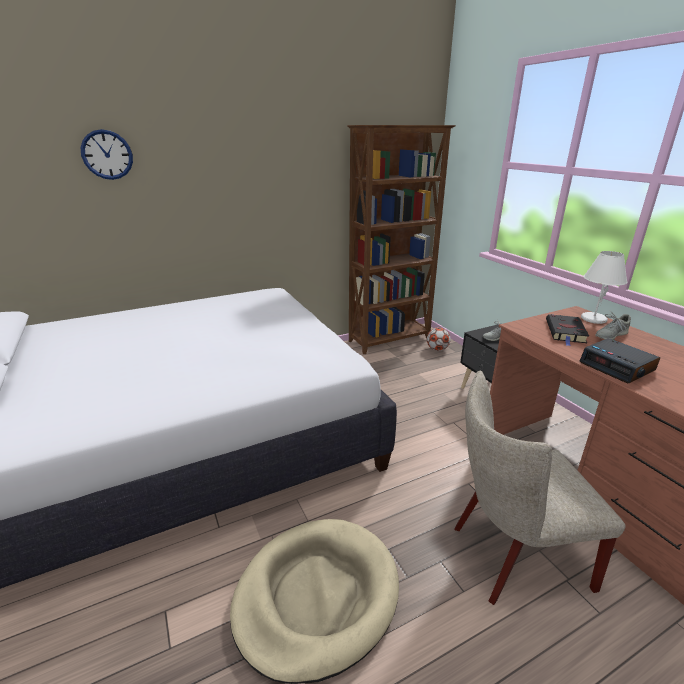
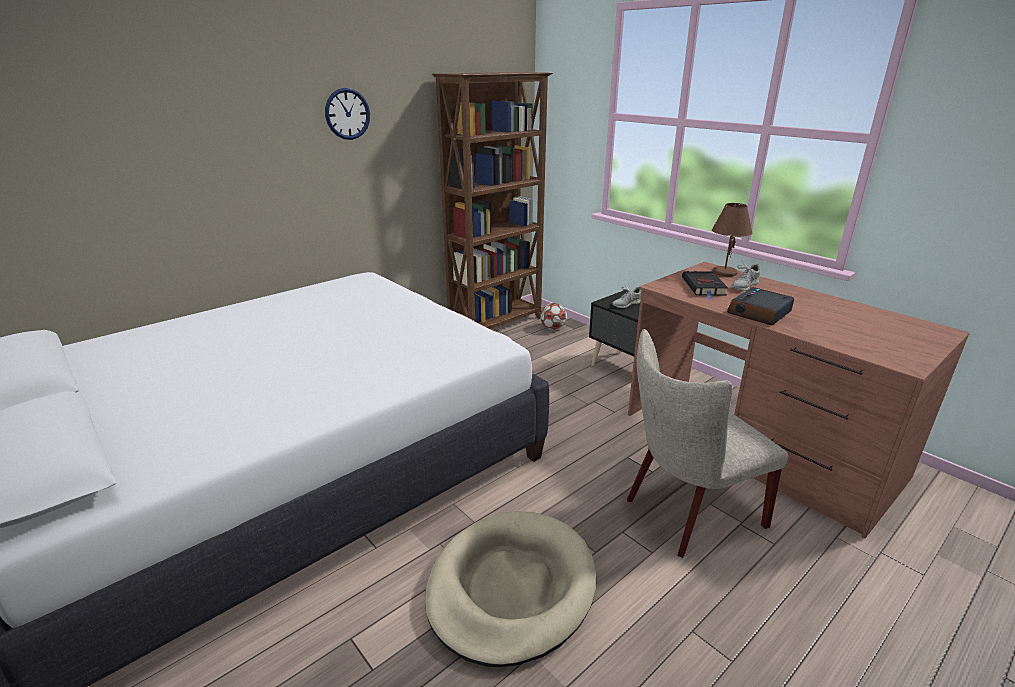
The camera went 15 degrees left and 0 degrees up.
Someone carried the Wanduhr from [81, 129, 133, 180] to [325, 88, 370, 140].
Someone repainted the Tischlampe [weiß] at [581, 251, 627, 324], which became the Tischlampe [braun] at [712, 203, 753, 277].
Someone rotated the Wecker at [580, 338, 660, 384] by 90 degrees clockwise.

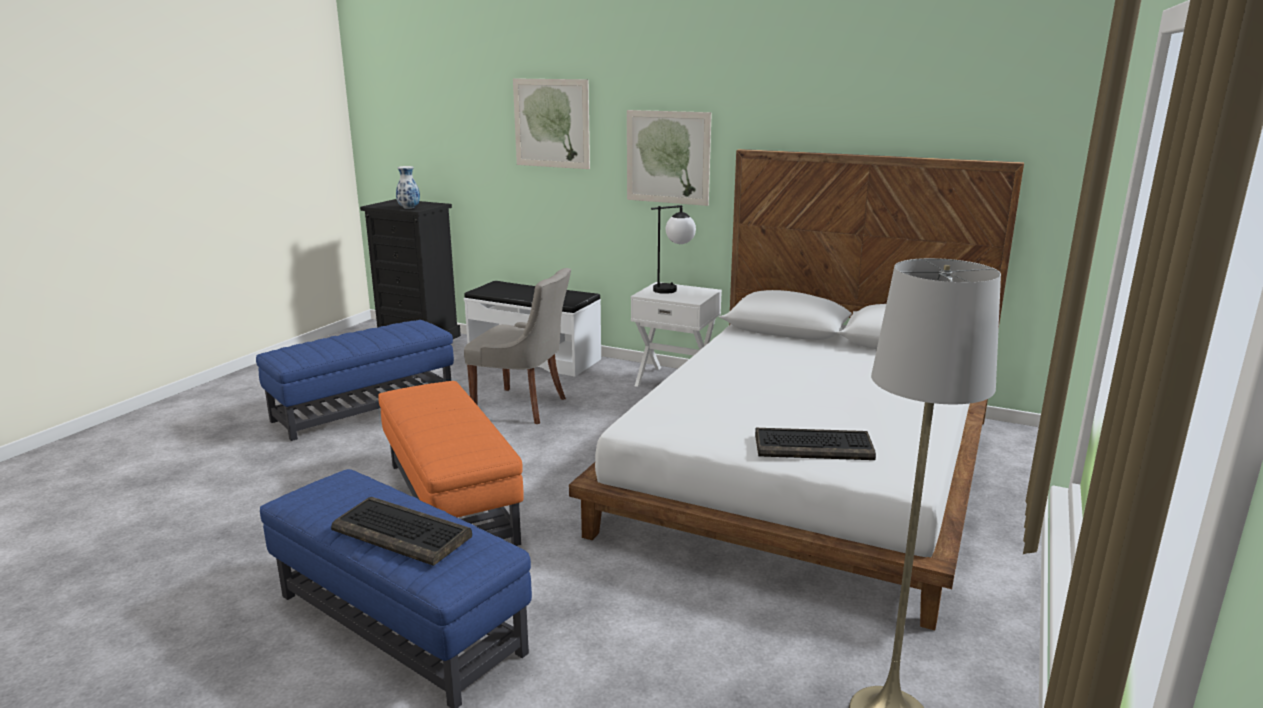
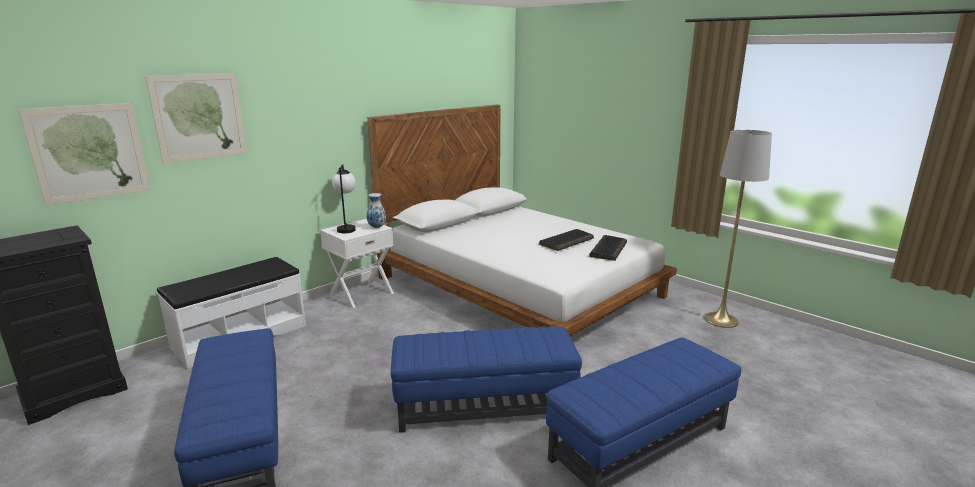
The camera went 70 degrees left and 0 degrees up.
Someone took away the Stuhl [grau] at [464, 268, 571, 424].
Someone carried the Tastatur from [331, 497, 472, 566] to [539, 229, 594, 251].
Someone carried the Vase from [396, 166, 420, 209] to [367, 193, 386, 228].
Someone carried the Bild from [627, 110, 712, 206] to [19, 103, 150, 206].
Someone repainted the Polsterhocker [orange] at [378, 381, 524, 546], which became the Polsterhocker [blau] at [391, 326, 582, 433].

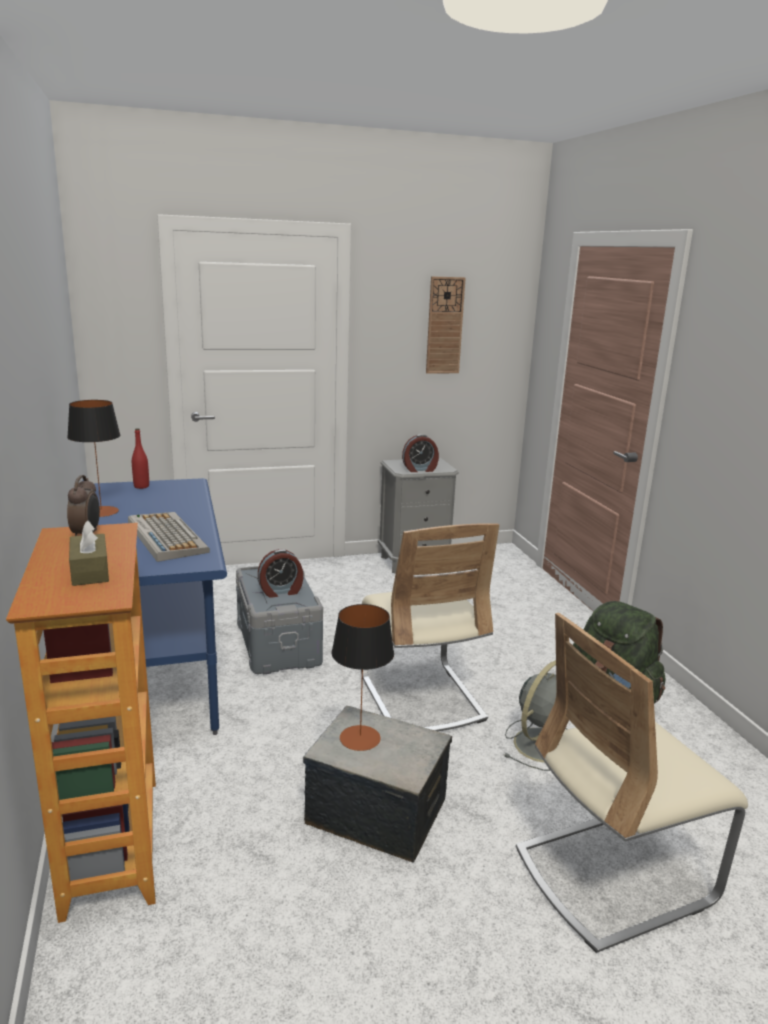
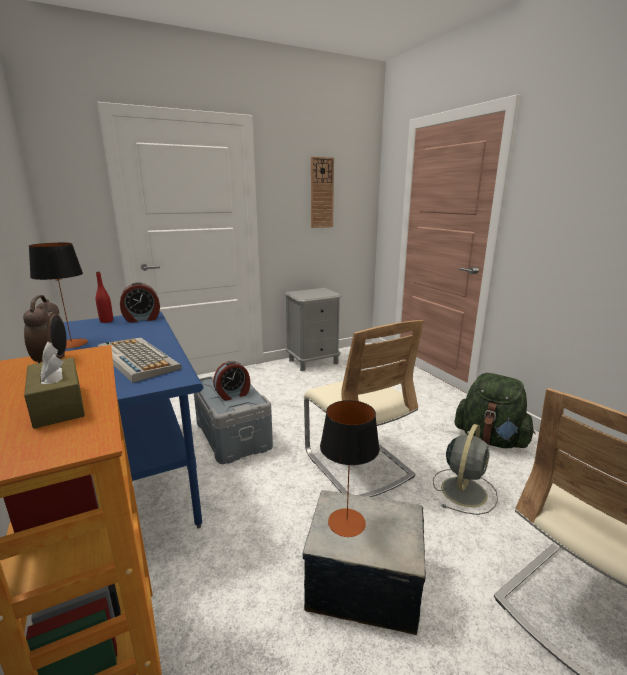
The camera went 10 degrees left and 0 degrees up.
Someone carried the Wecker from [402, 434, 439, 472] to [120, 282, 160, 323].

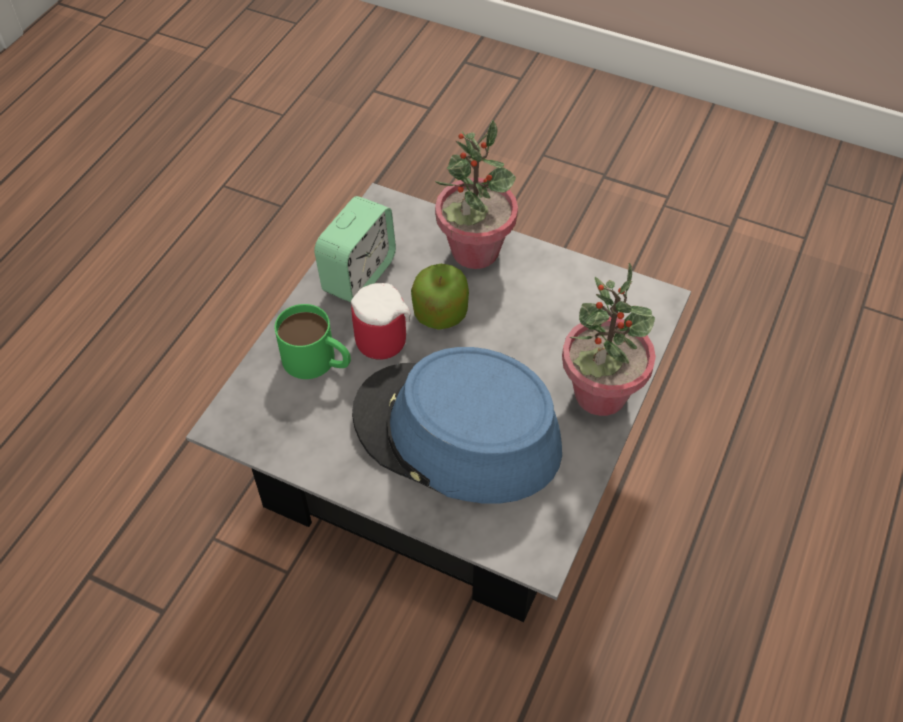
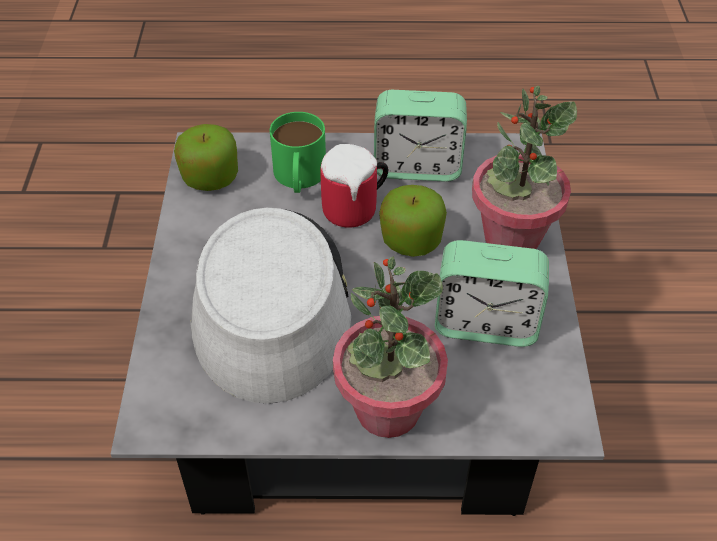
The camera went 65 degrees right and 5 degrees down.
Someone put down the Apfel at [174, 124, 238, 191].
Someone put down the Wecker at [435, 240, 549, 347].
Someone repainted the Hut [blau] at [352, 347, 562, 504], which became the Hut [grau] at [190, 208, 352, 404].

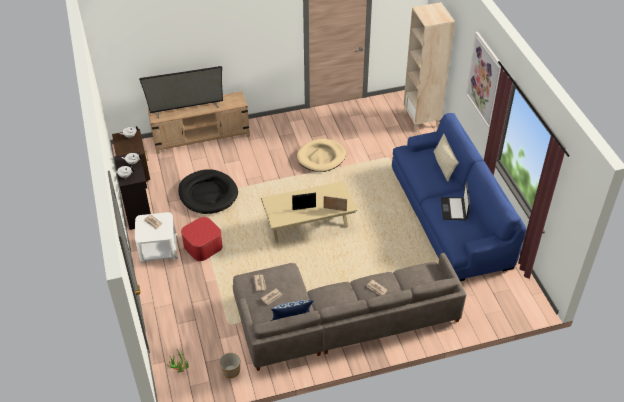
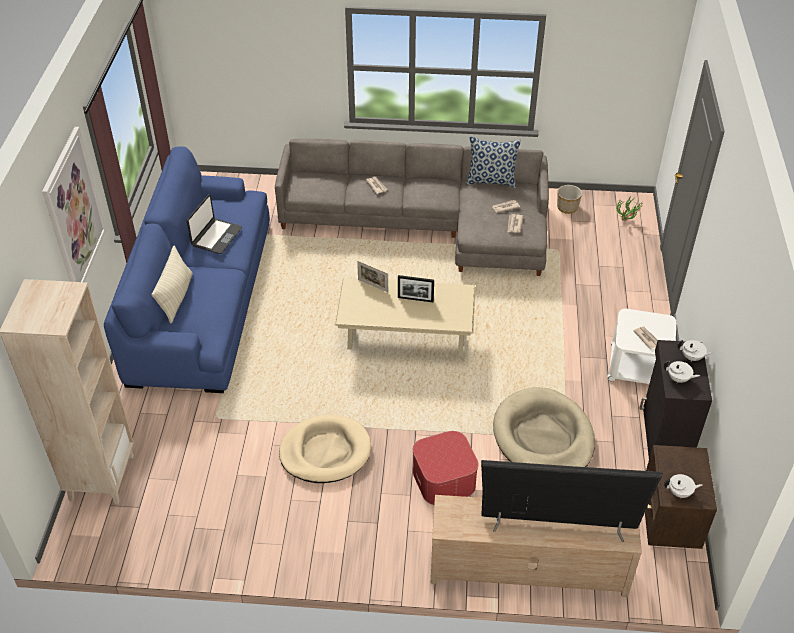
The camera went 160 degrees left and 0 degrees up.
Someone carried the Polsterhocker from [181, 217, 223, 261] to [413, 431, 478, 505].
Someone repainted the Hundebett [schwarz] at [178, 169, 238, 214], which became the Hundebett [beige] at [493, 387, 595, 467].

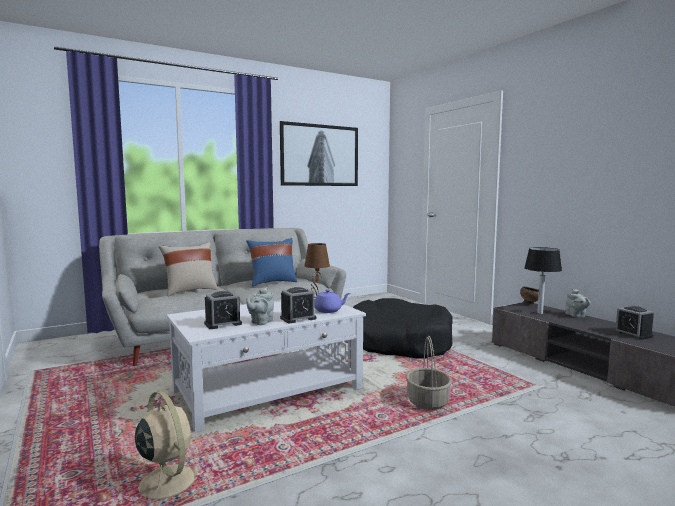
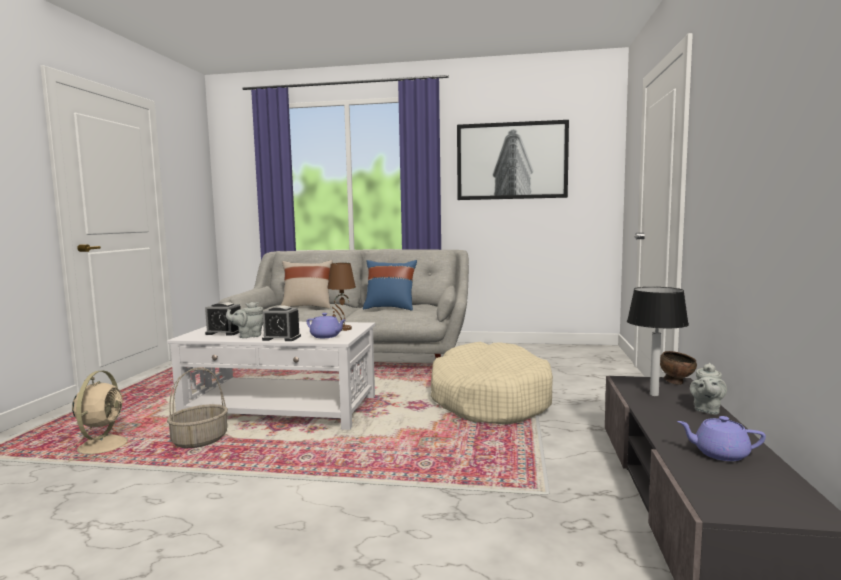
The camera went 40 degrees right and 0 degrees up.
Someone carried the Korb from [406, 336, 452, 410] to [167, 368, 228, 448].
Someone swapped the Wecker at [614, 306, 654, 340] for the Teekanne [lila] at [677, 416, 766, 461].
Someone repainted the Hundebett [schwarz] at [353, 298, 453, 359], which became the Hundebett [beige] at [431, 342, 553, 425].

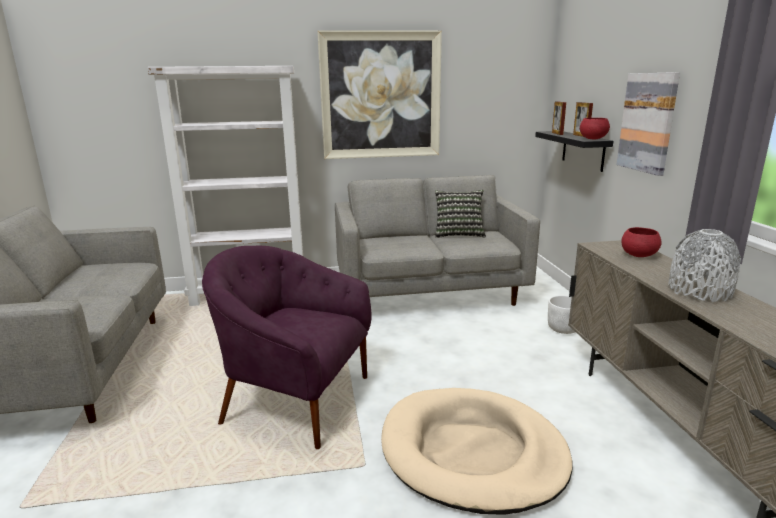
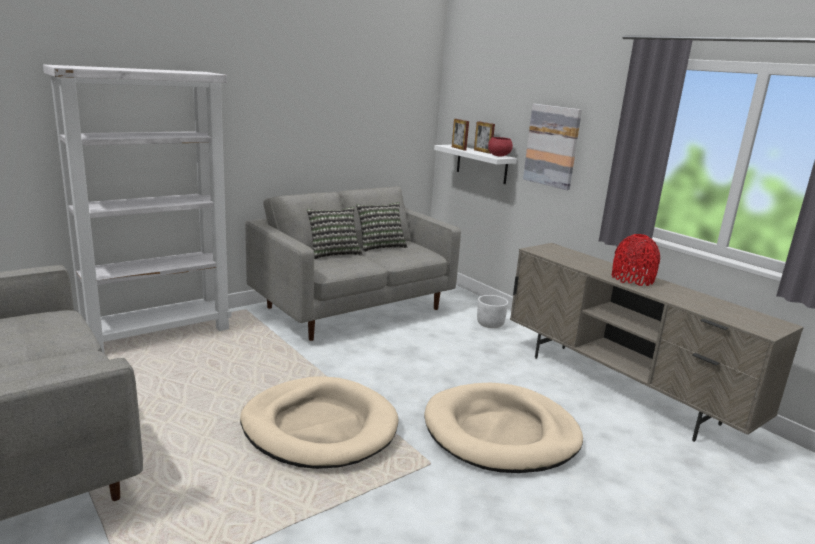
The camera went 30 degrees left and 0 degrees up.
Someone took away the Bild at [317, 30, 442, 159].
Someone took away the Schüssel [rot] at [621, 227, 662, 257].
Someone put down the Kissen at [307, 207, 362, 259].
Someone swapped the Sessel [lila] at [202, 246, 372, 449] for the Hundebett [beige] at [240, 376, 398, 469].
Someone repainted the Wandregal [schwarz] at [535, 131, 613, 172], which became the Wandregal [weiß] at [434, 145, 517, 184].
Someone repainted the Vase [grau] at [668, 229, 741, 302], which became the Vase [rot] at [612, 234, 660, 286].

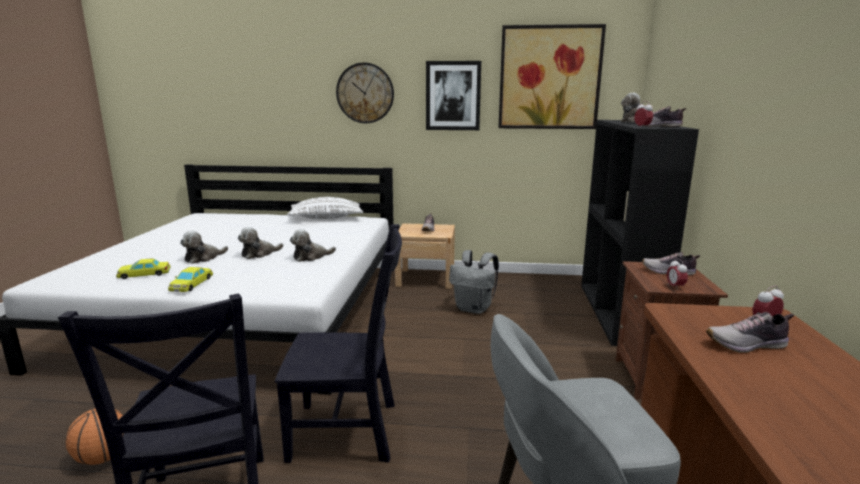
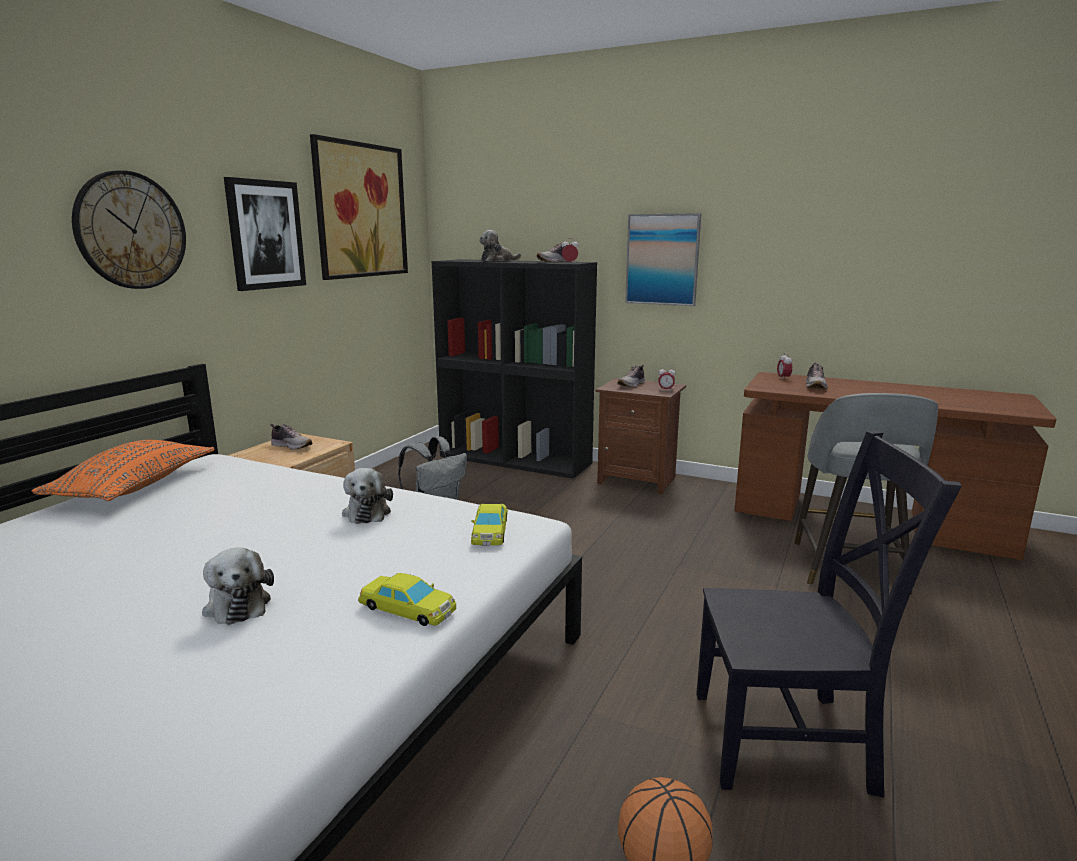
The camera went 70 degrees left and 0 degrees up.
Someone took away the Plüschtier at [238, 227, 283, 259].
Someone took away the Stuhl [schwarz] at [275, 224, 402, 463].
Someone put up the Bild at [625, 213, 701, 306].
Someone carried the Spielzeugauto [gelb] from [116, 259, 171, 279] to [471, 504, 508, 545].
Someone repainted the Kissen [weiß] at [287, 197, 363, 219], which became the Kissen [orange] at [32, 440, 214, 501].

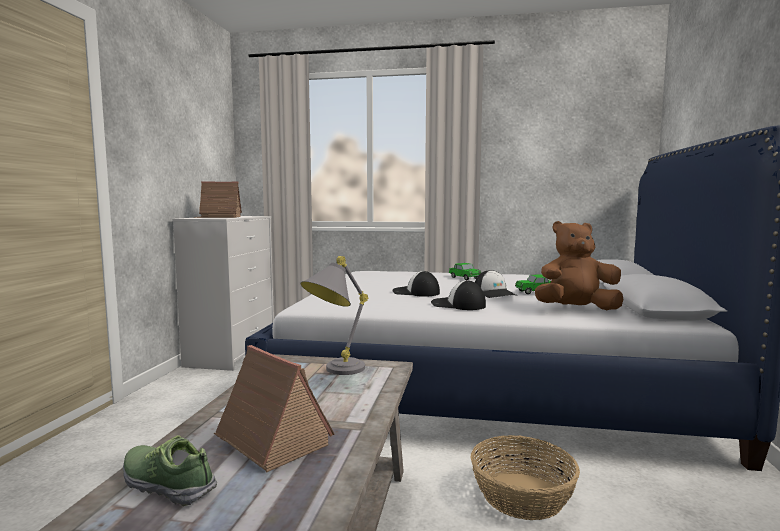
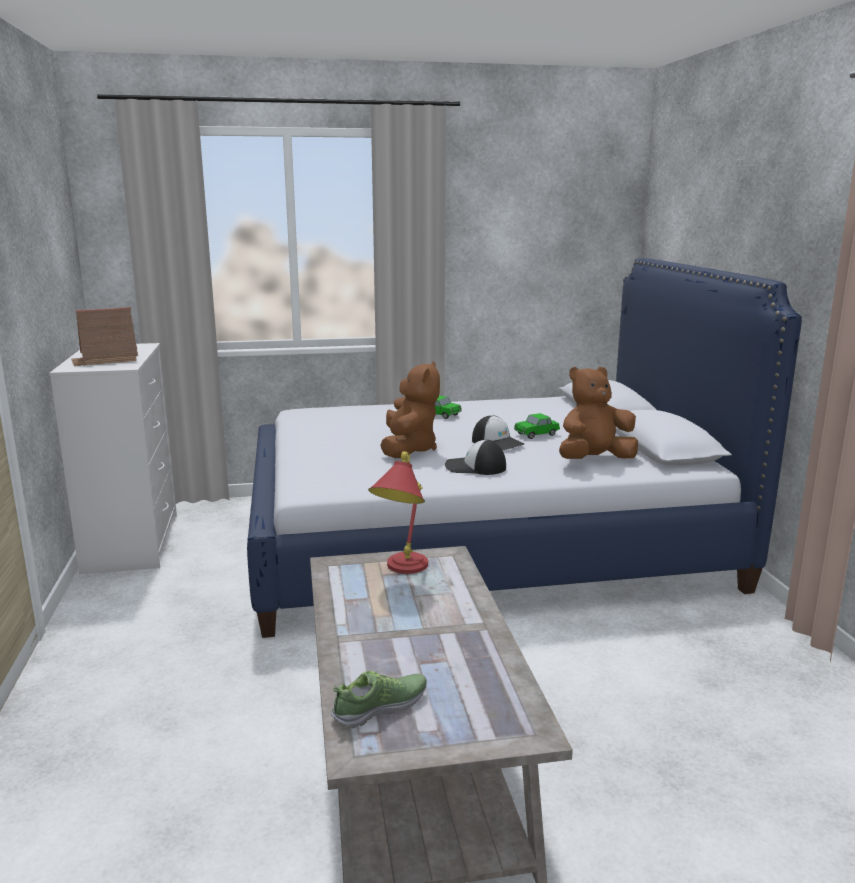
The camera went 20 degrees left and 10 degrees up.
Someone took away the Spielzeughaus at [214, 345, 335, 472].
Someone took away the Korb at [470, 435, 580, 520].
Someone swapped the Kappe at [392, 271, 440, 297] for the Plüschtier [braun] at [380, 361, 440, 458].
Someone repainted the Tischlampe [grau] at [300, 256, 368, 375], which became the Tischlampe [rot] at [368, 452, 428, 574].
Someone rotated the Schuh at [123, 435, 217, 506] by 135 degrees clockwise.

